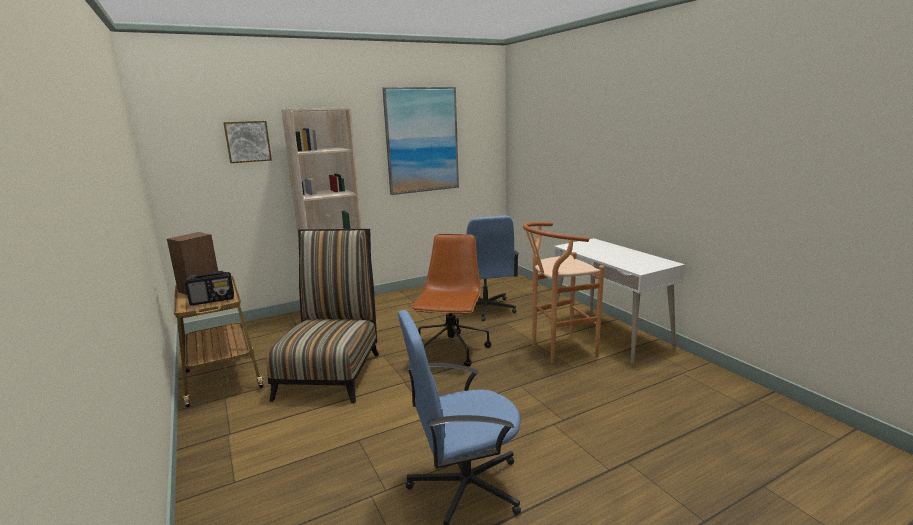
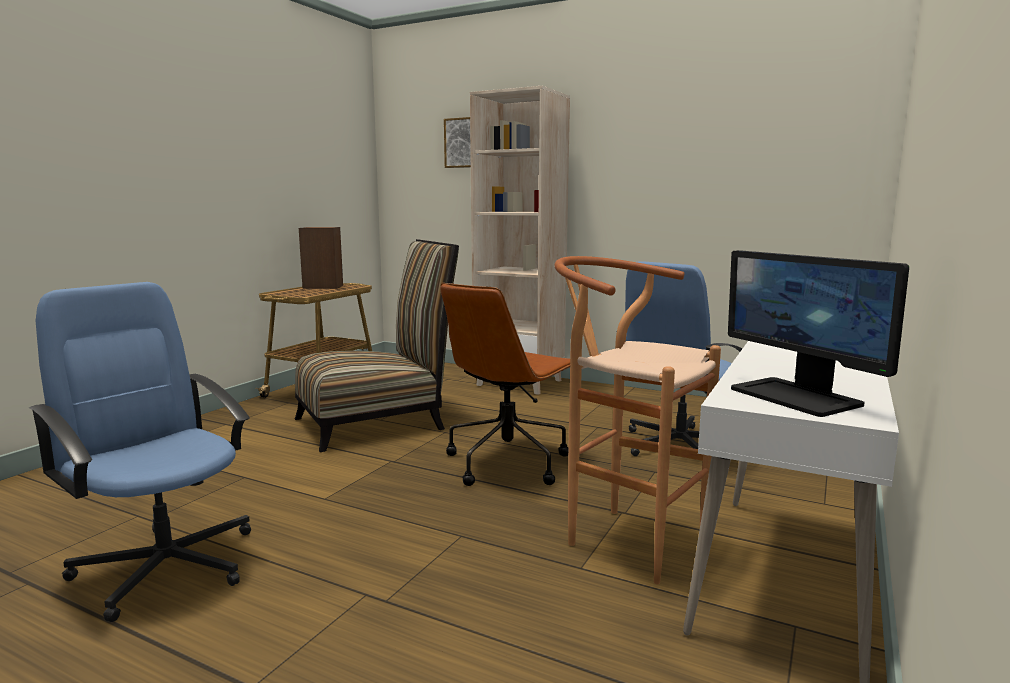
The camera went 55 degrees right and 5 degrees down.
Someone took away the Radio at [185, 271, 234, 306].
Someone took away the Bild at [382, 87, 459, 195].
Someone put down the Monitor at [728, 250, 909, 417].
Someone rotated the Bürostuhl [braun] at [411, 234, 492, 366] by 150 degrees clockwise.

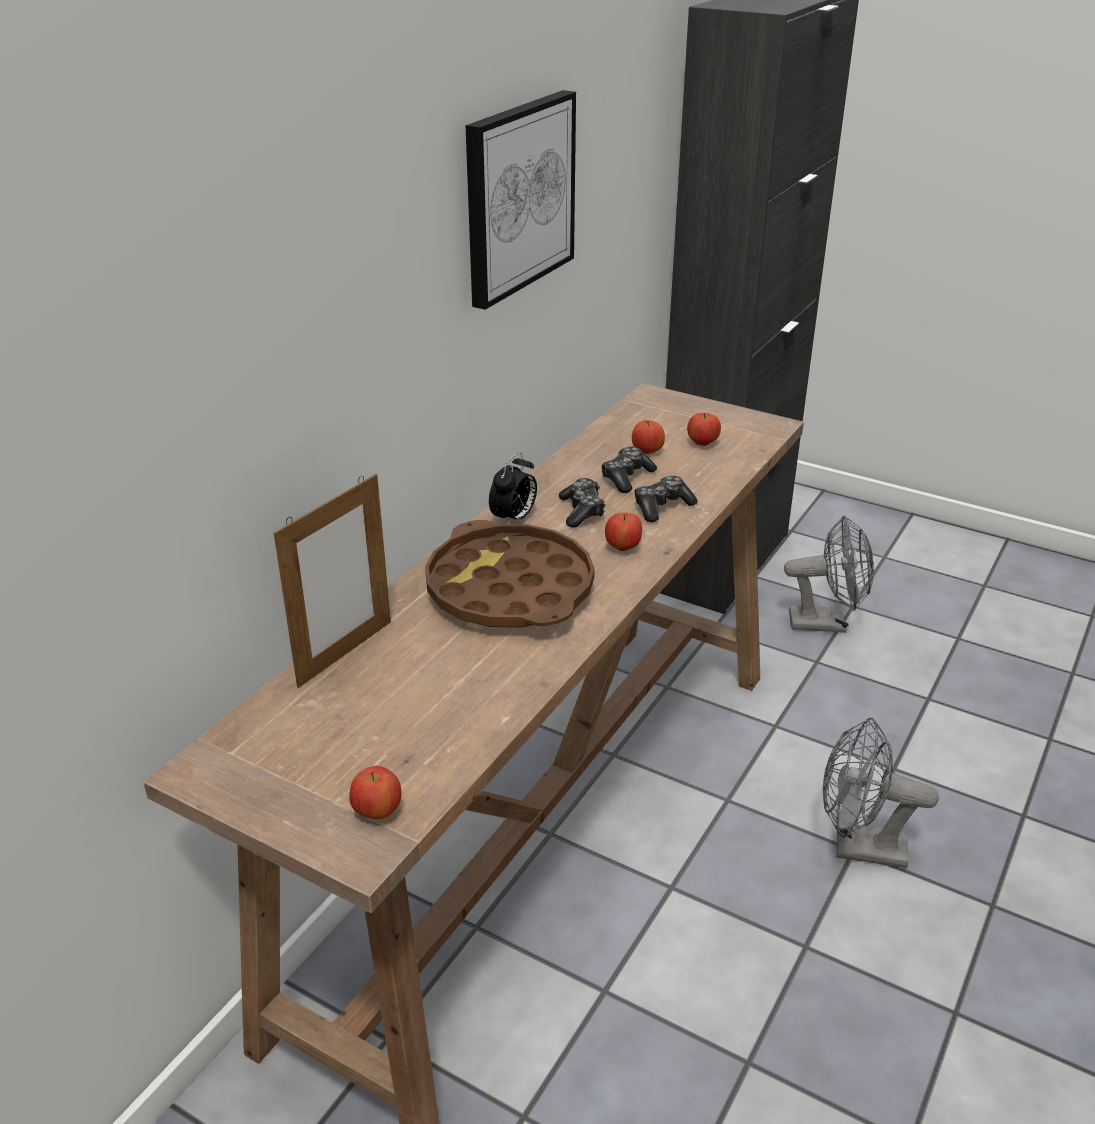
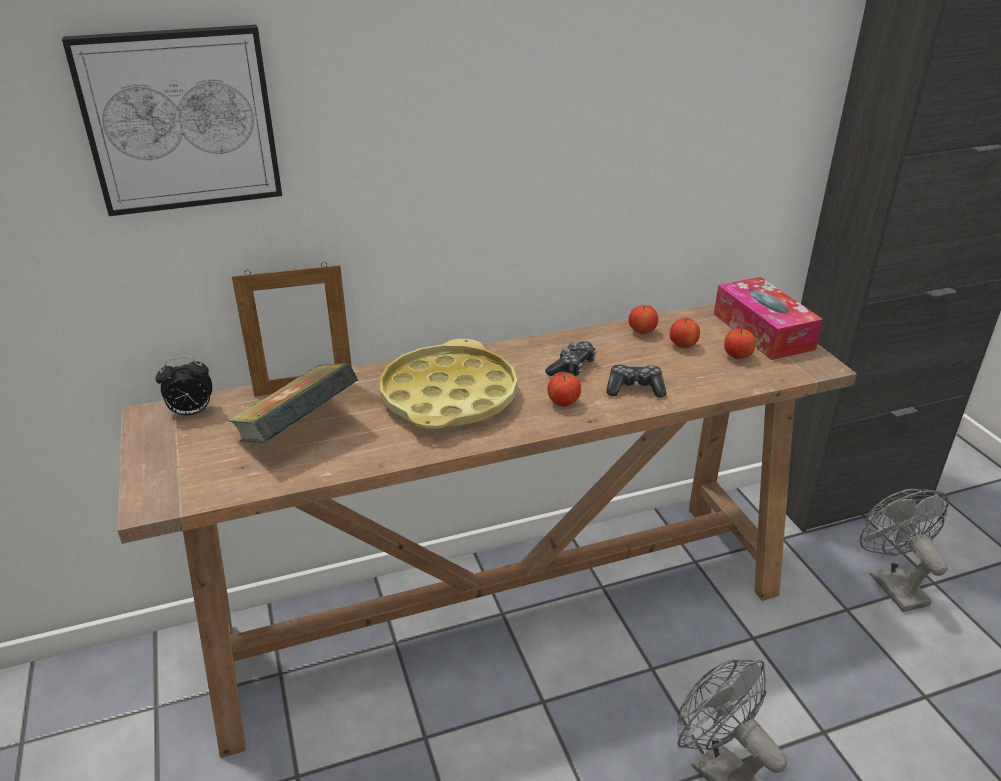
The camera went 40 degrees right and 0 degrees up.
Someone took away the Gamepad at [601, 447, 657, 493].
Someone put down the Buch at [228, 362, 358, 443].
Someone put down the Taschentuchbox at [714, 277, 823, 360].
Someone carried the Apfel from [349, 766, 401, 819] to [628, 305, 658, 334].
Someone carried the Bild from [465, 90, 576, 310] to [62, 25, 282, 216].
Someone carried the Wecker from [489, 453, 537, 524] to [155, 356, 212, 417].
Someone repainted the Tablett [braun] at [425, 520, 594, 628], which became the Tablett [gelb] at [380, 338, 517, 429].
Someone rotated the Ventilator [grau] at [784, 515, 874, 633] by 150 degrees counterclockwise.

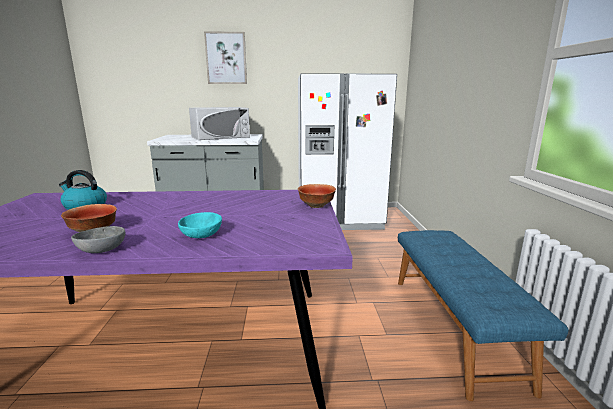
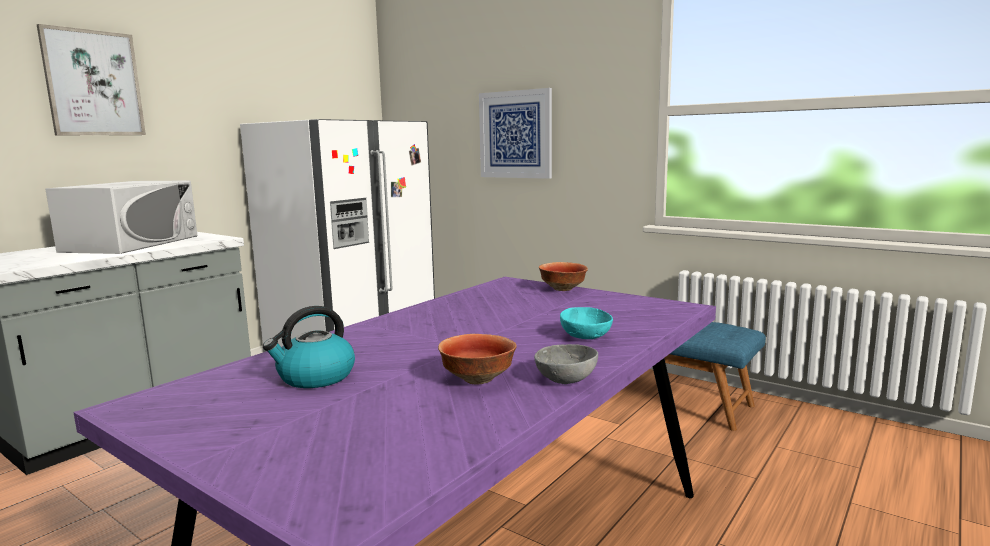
The camera went 50 degrees left and 5 degrees down.
Someone put up the Bild at [479, 88, 552, 179].

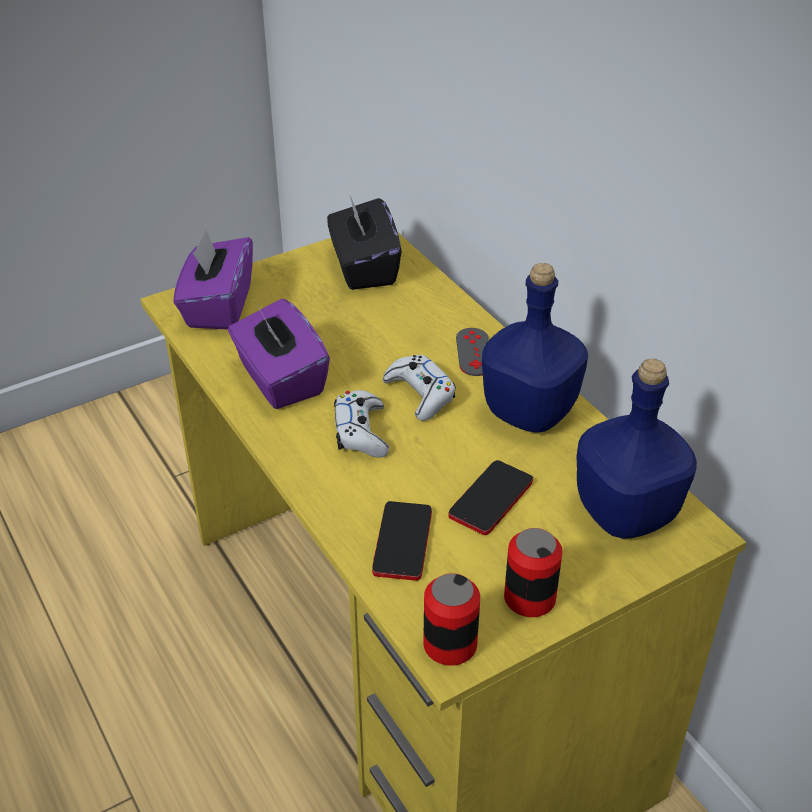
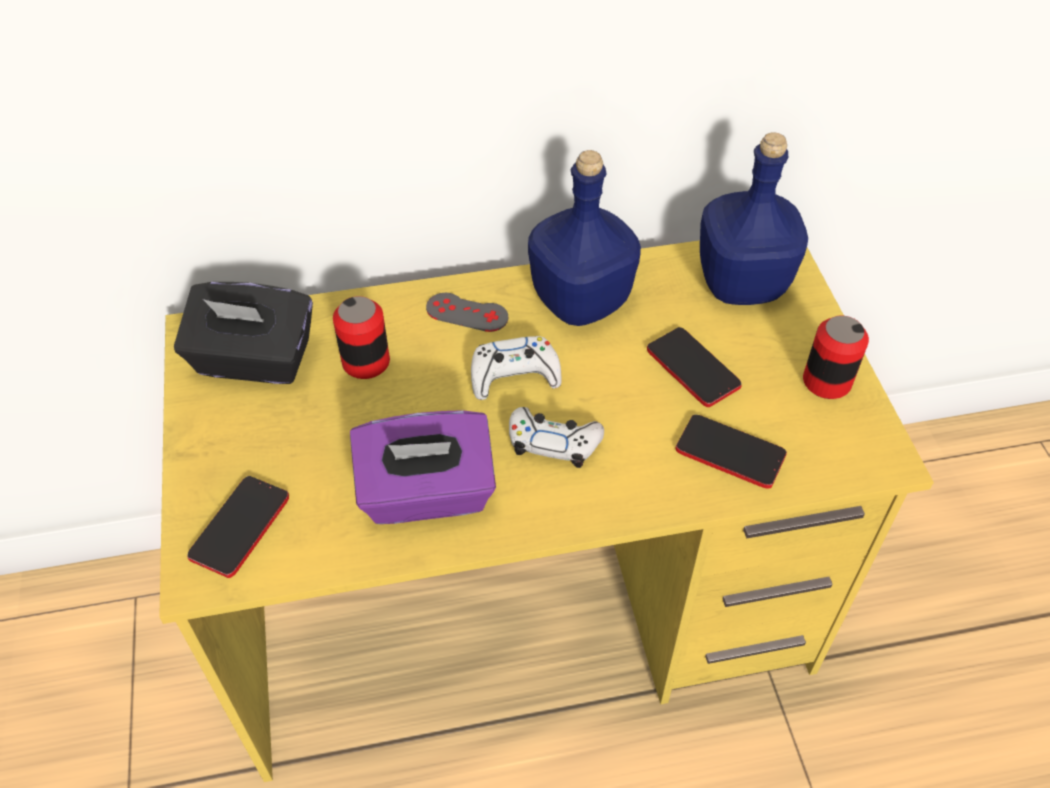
The camera went 70 degrees left and 10 degrees up.
Someone carried the Dose from [423, 573, 480, 666] to [333, 296, 390, 379].
Someone swapped the Taschentuchbox [lila] at [173, 229, 253, 329] for the Handy at [187, 476, 289, 578].

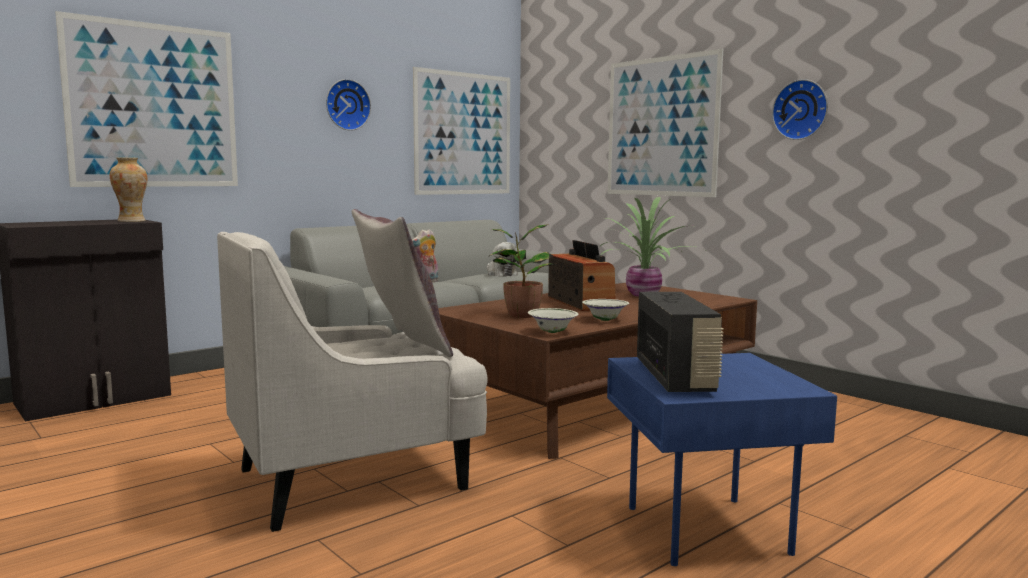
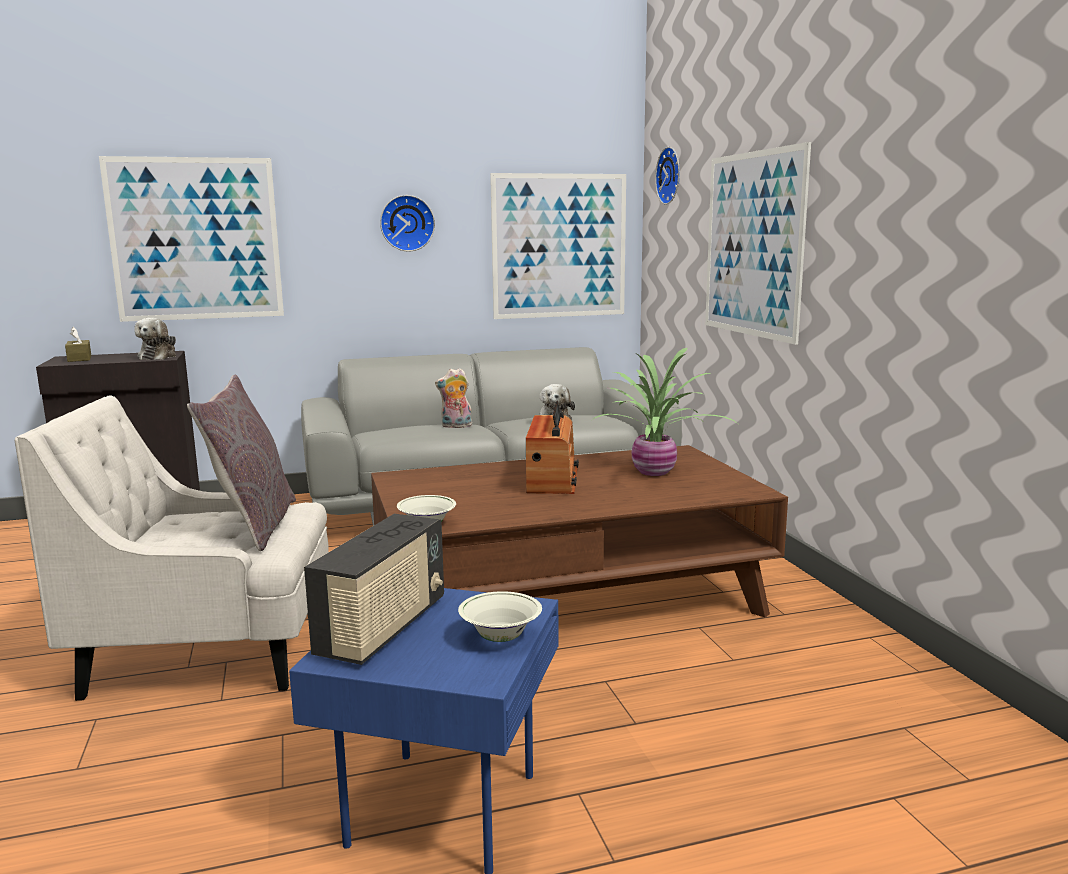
The camera went 25 degrees right and 5 degrees up.
Someone took away the Topfpflanze at [488, 224, 556, 318].
Someone put down the Taschentuchbox [braun] at [65, 327, 91, 362].
Someone carried the Schüssel [weiß] from [582, 299, 629, 321] to [458, 591, 542, 642].
Someone carried the Wanduhr from [772, 79, 828, 140] to [655, 147, 680, 205].
Someone swapped the Vase at [110, 157, 147, 222] for the Plüschtier at [135, 318, 176, 360].

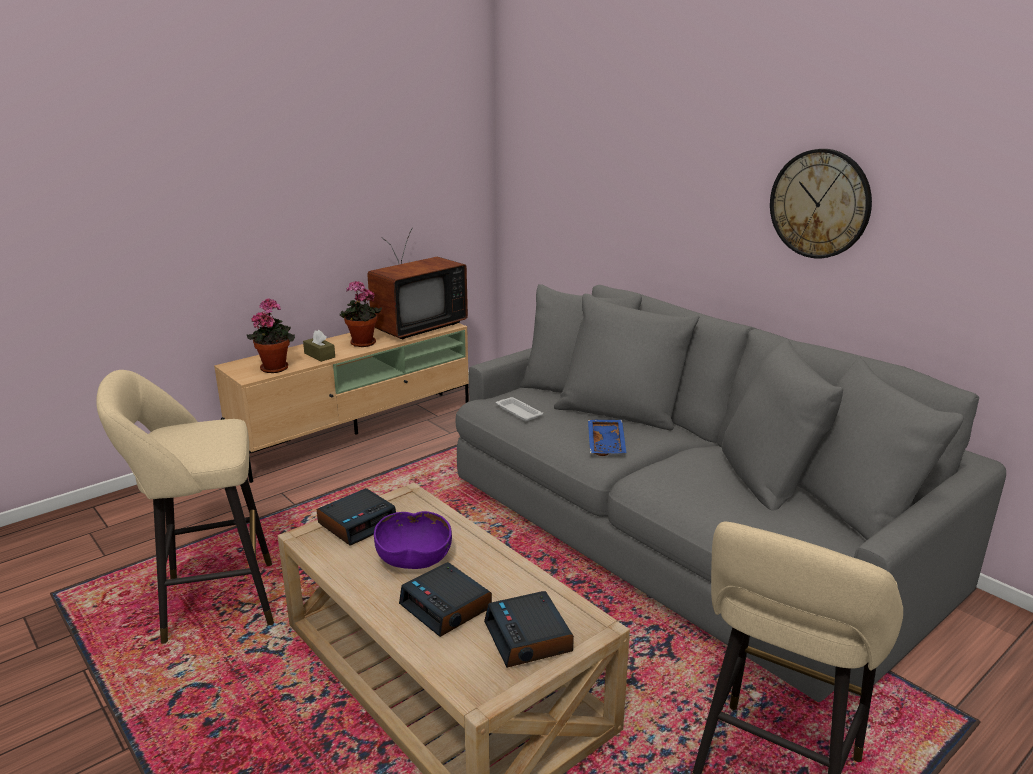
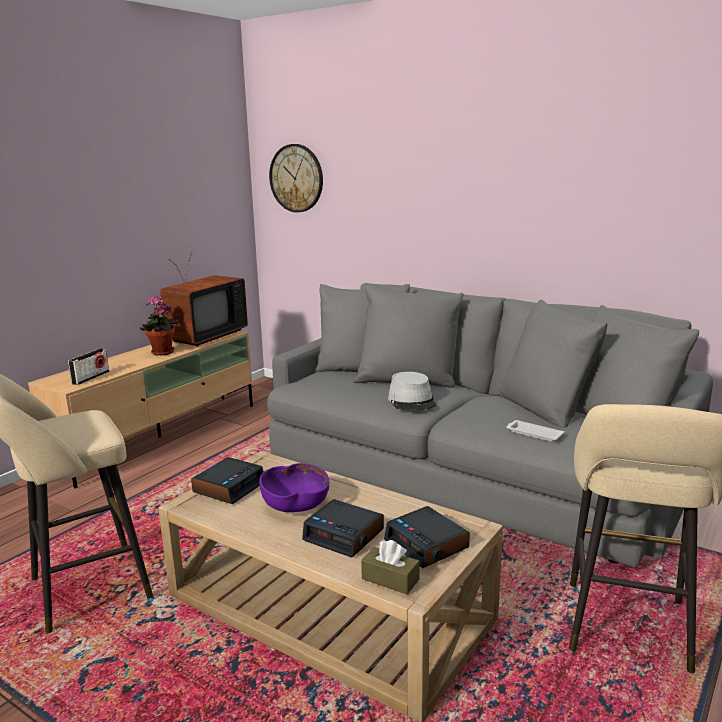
The camera went 15 degrees left and 5 degrees down.
Someone carried the Taschentuchbox [braun] from [303, 330, 335, 362] to [361, 540, 420, 594].
Someone carried the Tablett [weiß] from [496, 397, 543, 421] to [507, 420, 565, 442].
Someone carried the Wanduhr from [770, 149, 872, 258] to [269, 144, 323, 213].
Someone swapped the Topfpflanze at [247, 298, 295, 373] for the Radio at [68, 348, 109, 385].
Someone swapped the Tablett [blau] at [588, 420, 627, 456] for the Hut [grau] at [388, 372, 436, 410].

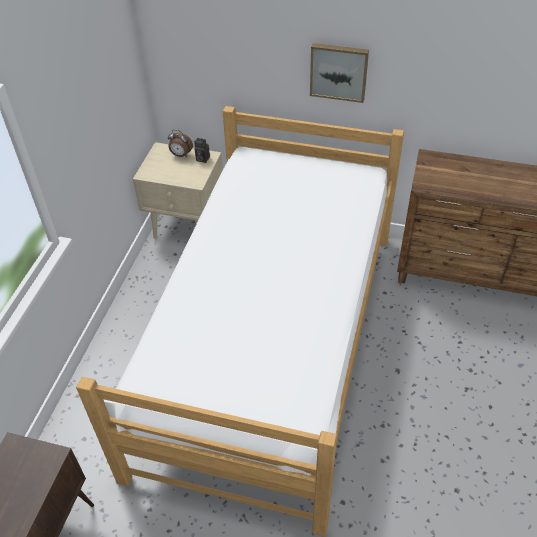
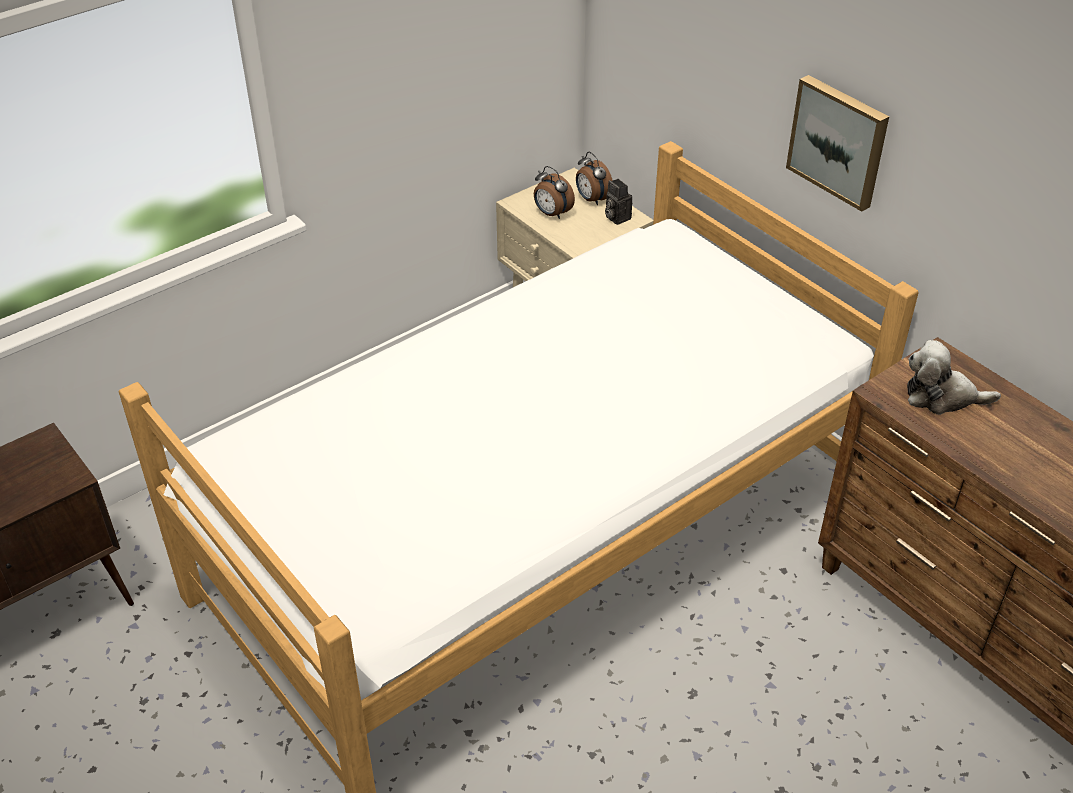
The camera went 35 degrees right and 5 degrees down.
Someone put down the Wecker at [534, 166, 575, 219].
Someone put down the Plüschtier at [907, 340, 1001, 415].

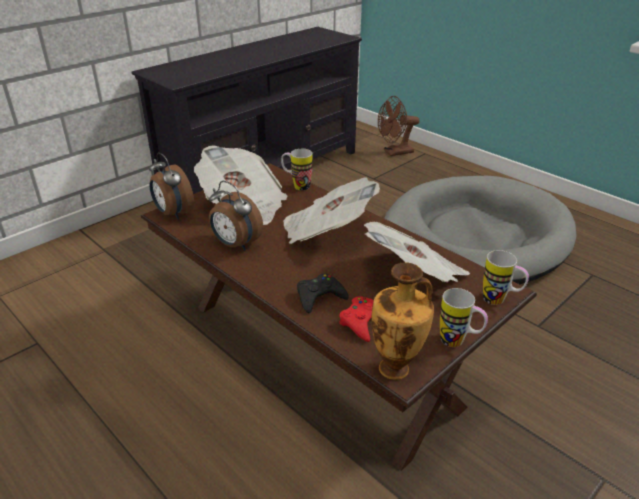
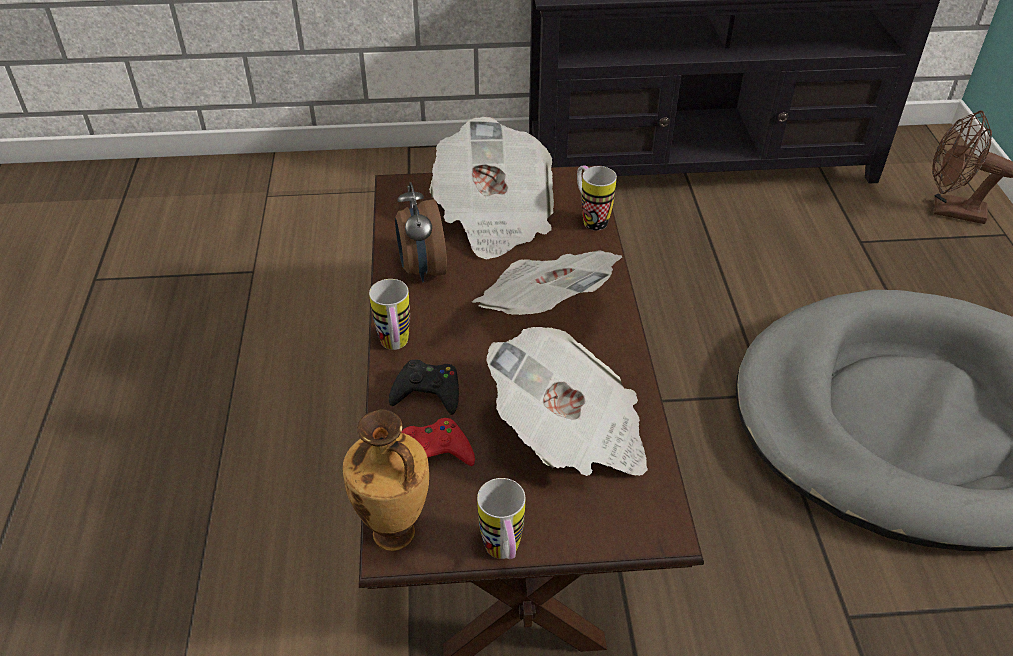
The camera went 40 degrees right and 10 degrees up.
Someone took away the Wecker at [149, 152, 194, 219].
Someone carried the Henkelbecher from [483, 250, 529, 305] to [369, 279, 410, 350].

